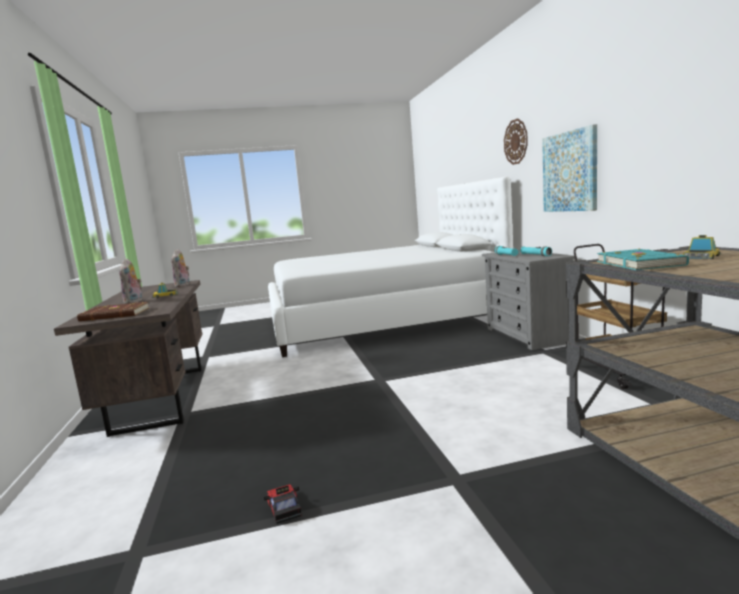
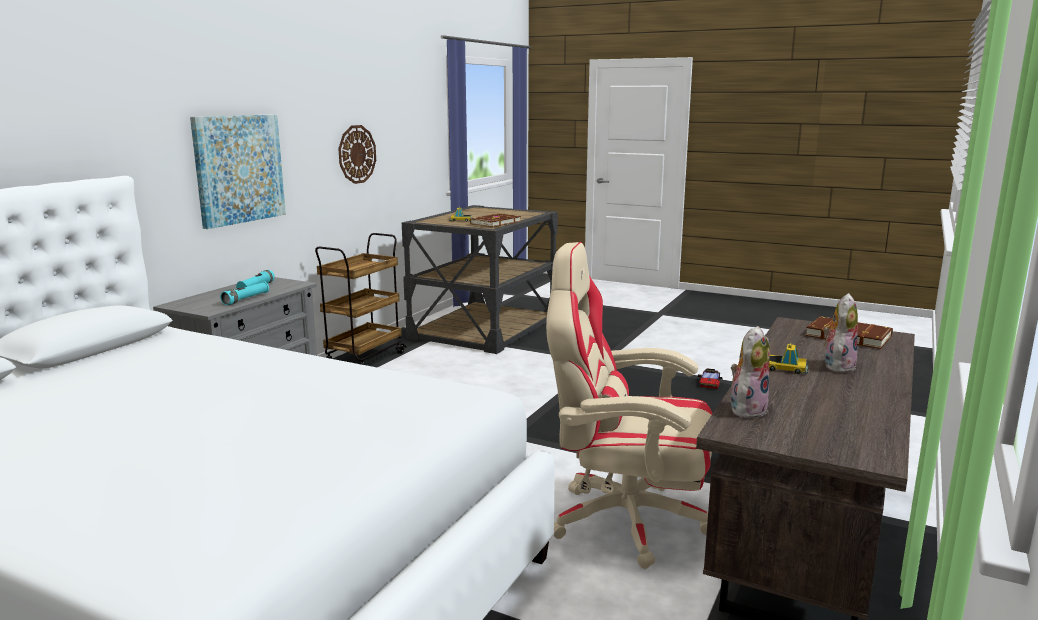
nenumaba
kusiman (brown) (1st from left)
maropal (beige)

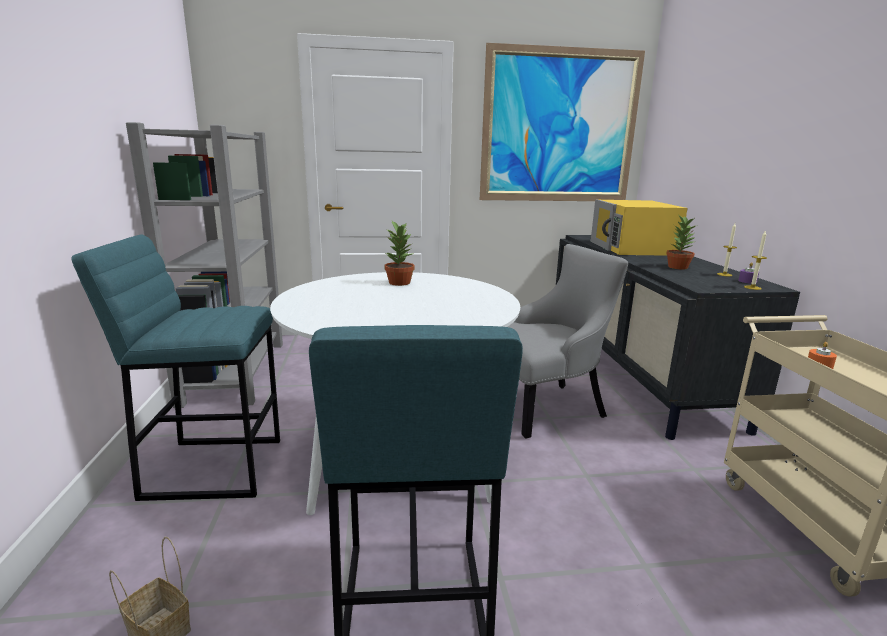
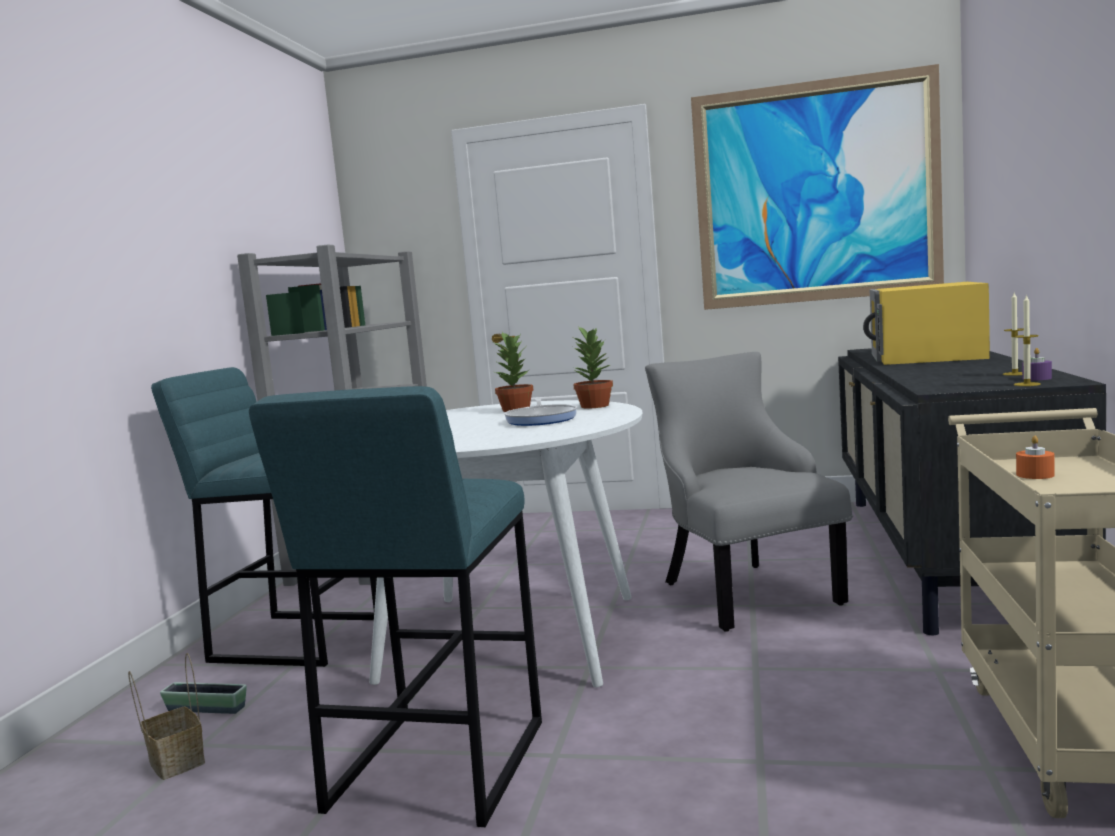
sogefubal (2nd from left)
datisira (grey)
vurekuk
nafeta

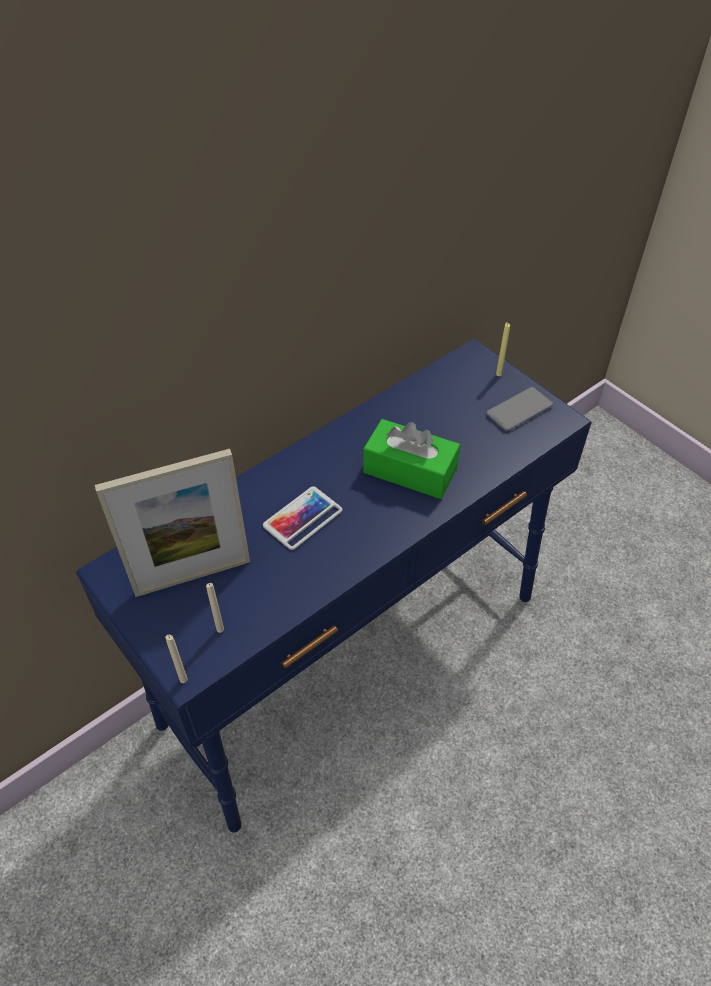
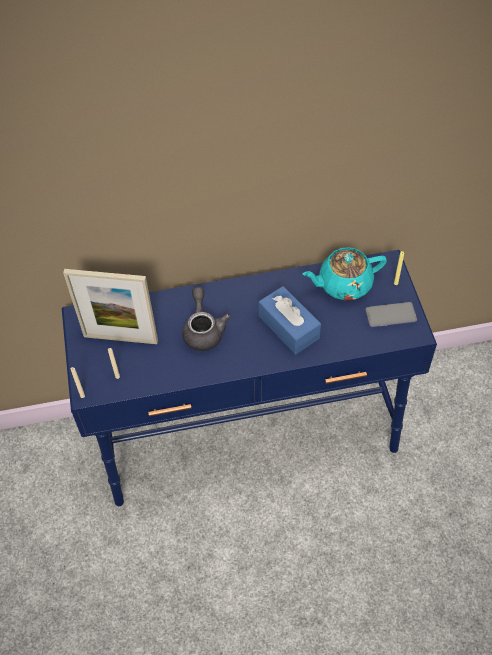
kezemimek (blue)
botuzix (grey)
botuzix (turquoise)

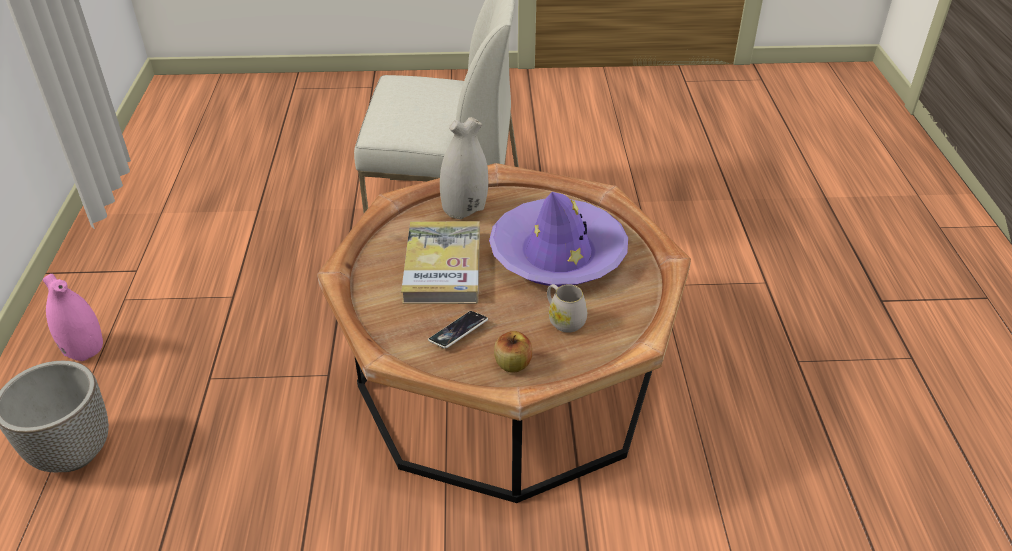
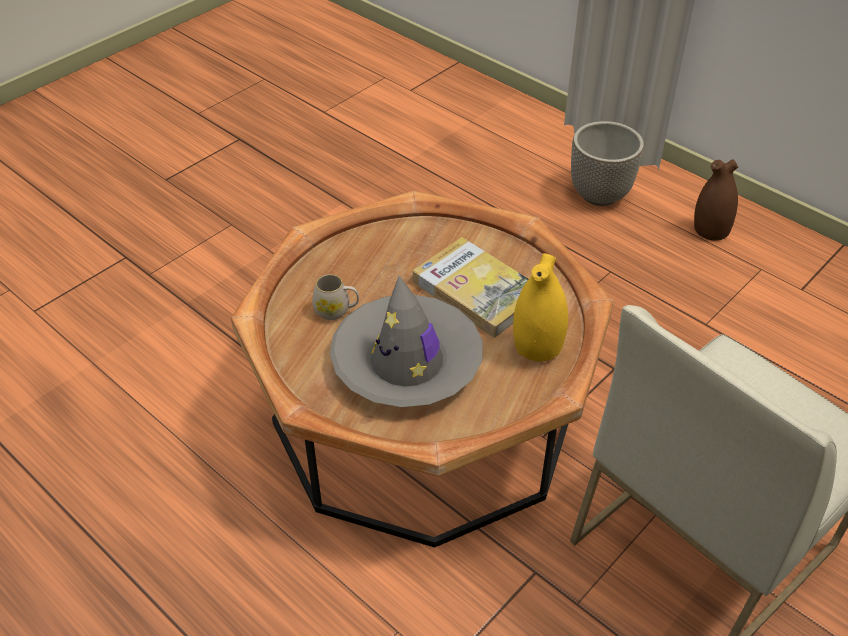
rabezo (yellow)
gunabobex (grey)
rabezo (brown)
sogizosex
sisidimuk

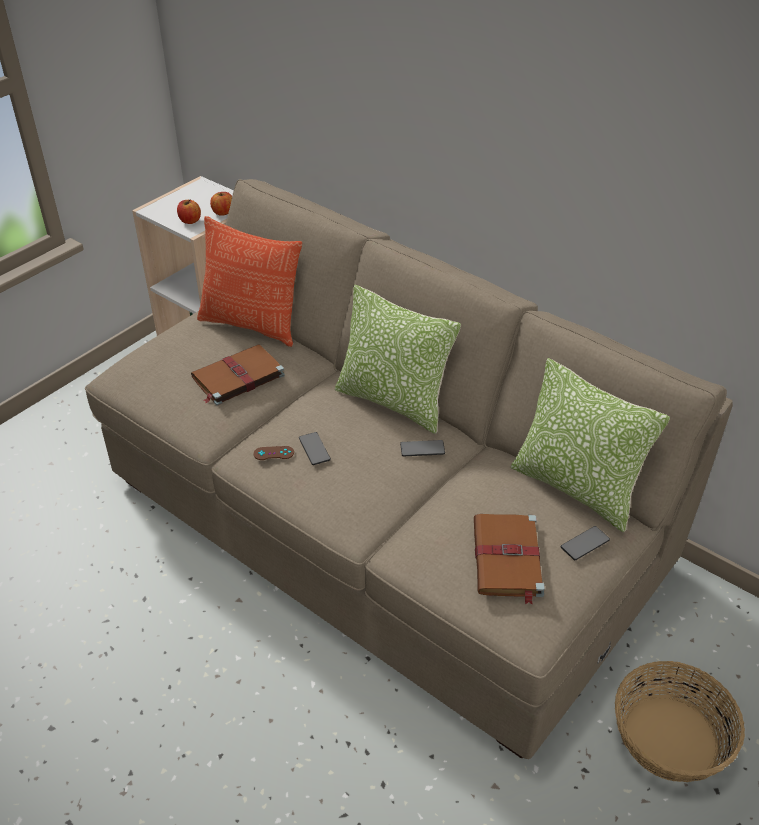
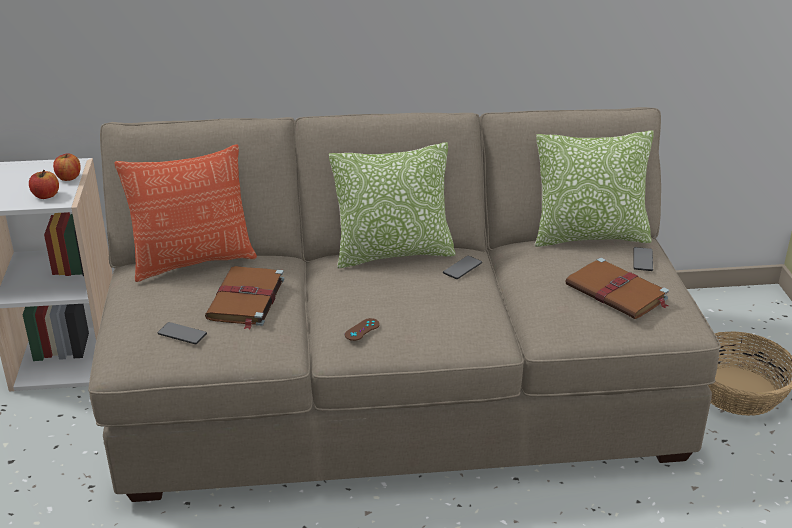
sogizosex (1st from left)

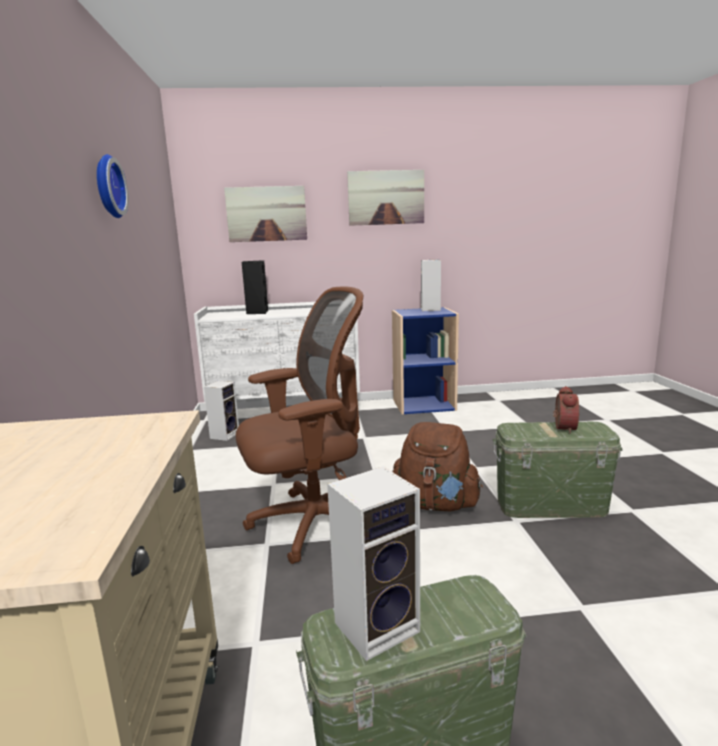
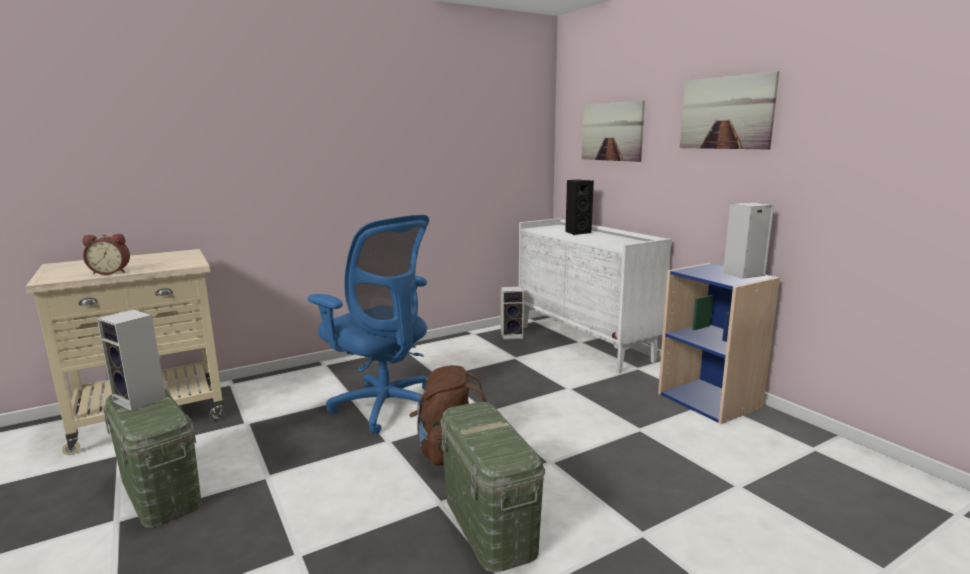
nenumaba
maropal (blue)
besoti

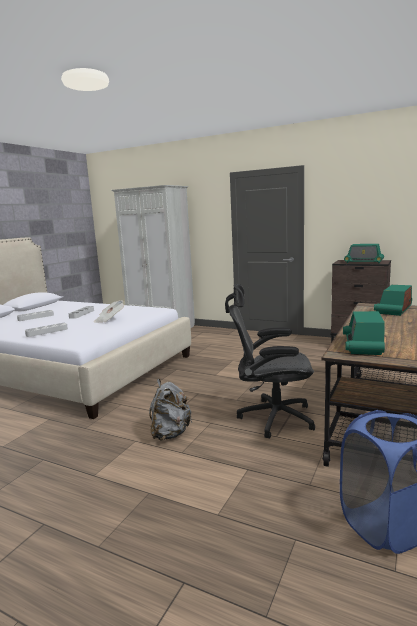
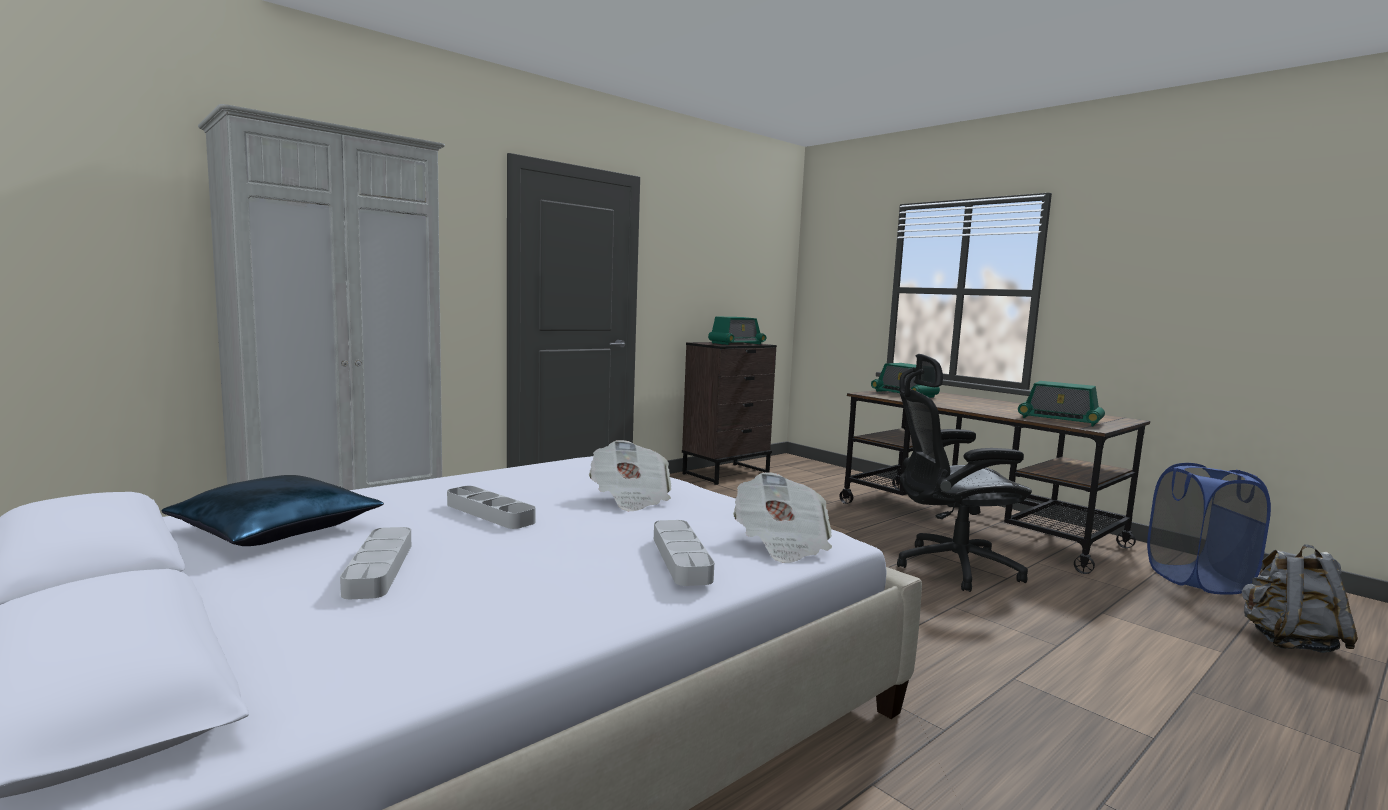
maropal
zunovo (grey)
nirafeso (2nd from left)
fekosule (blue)

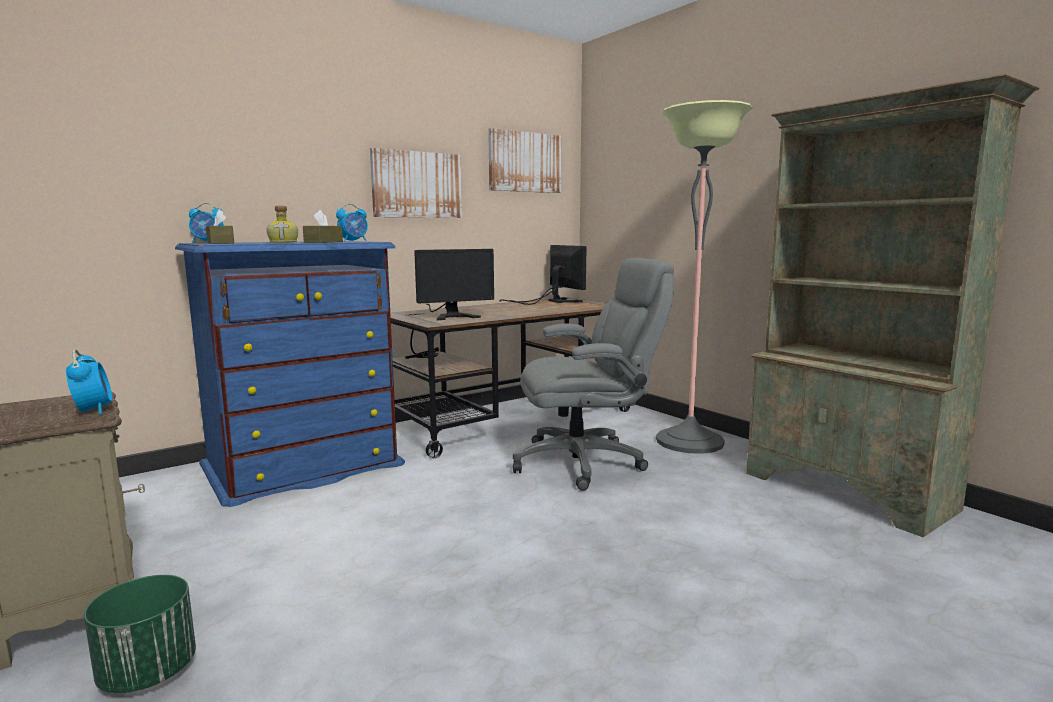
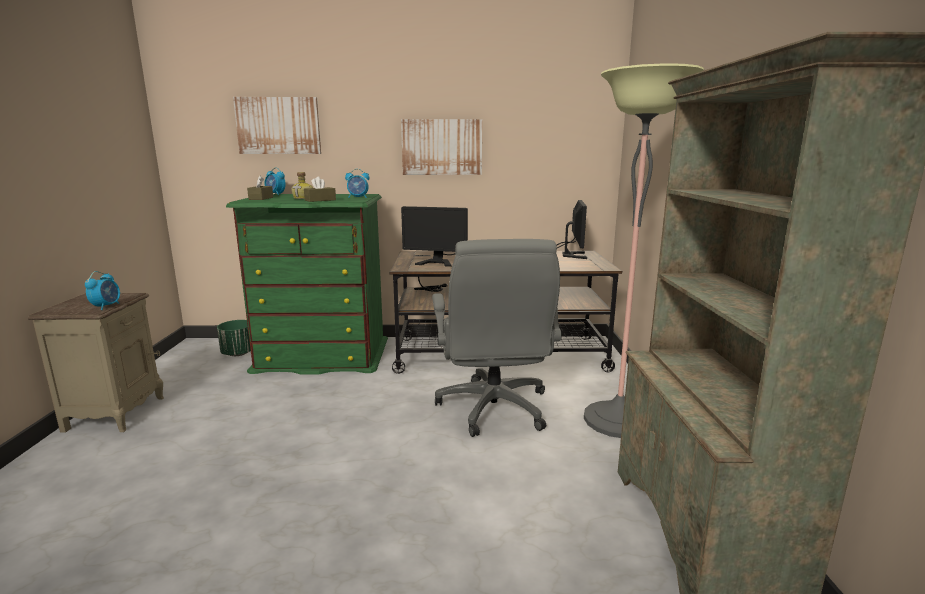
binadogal (1st from left)
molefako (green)
maropal (grey)
nafeta (green)

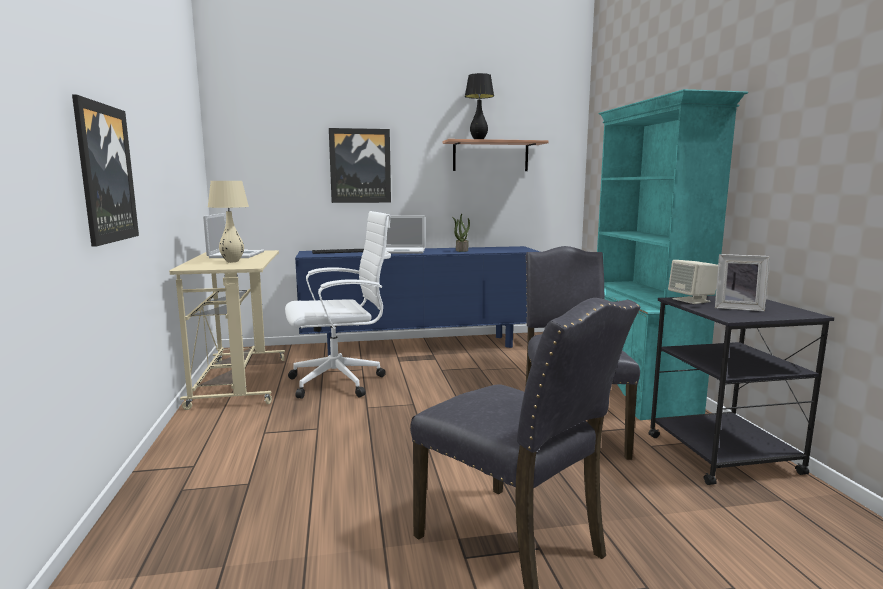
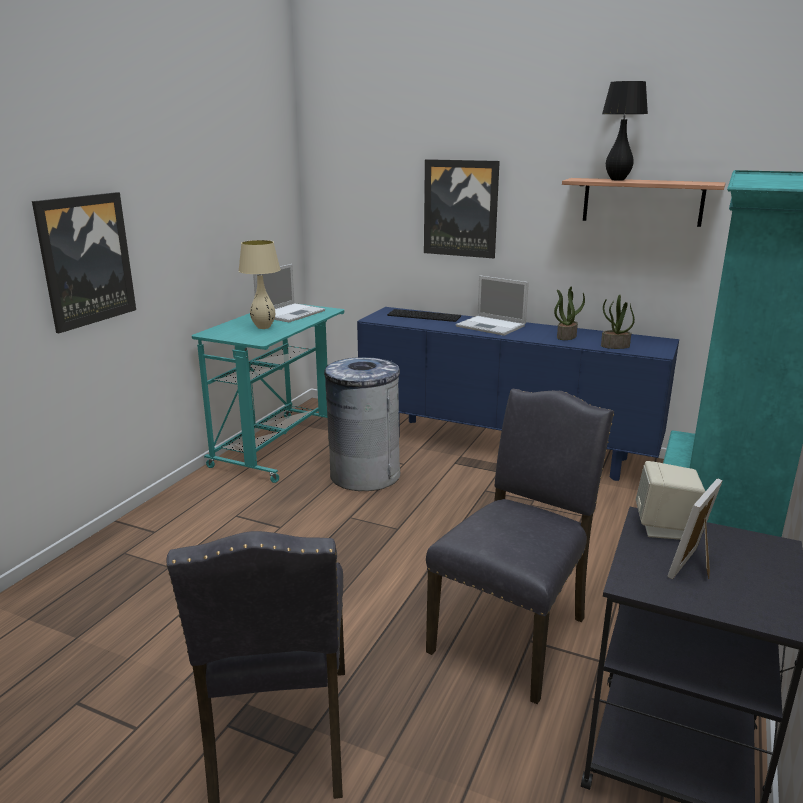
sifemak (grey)
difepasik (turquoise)
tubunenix
sogefubal (2nd from left)

